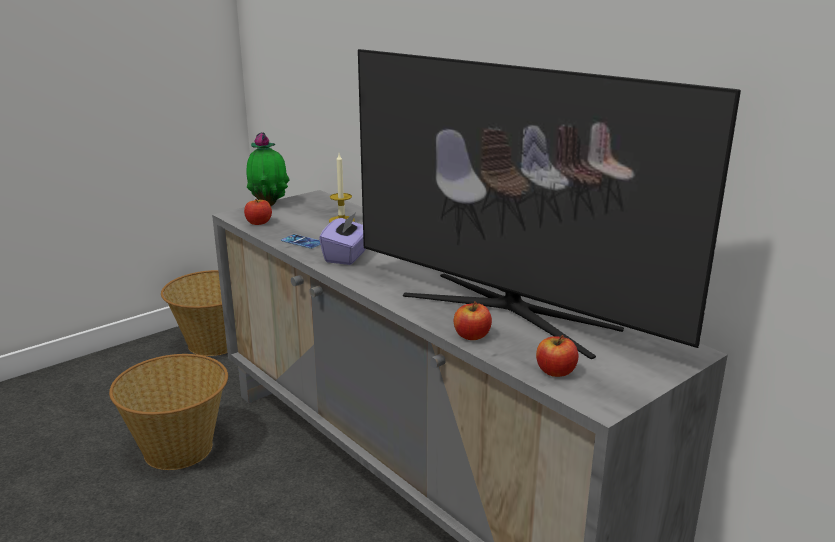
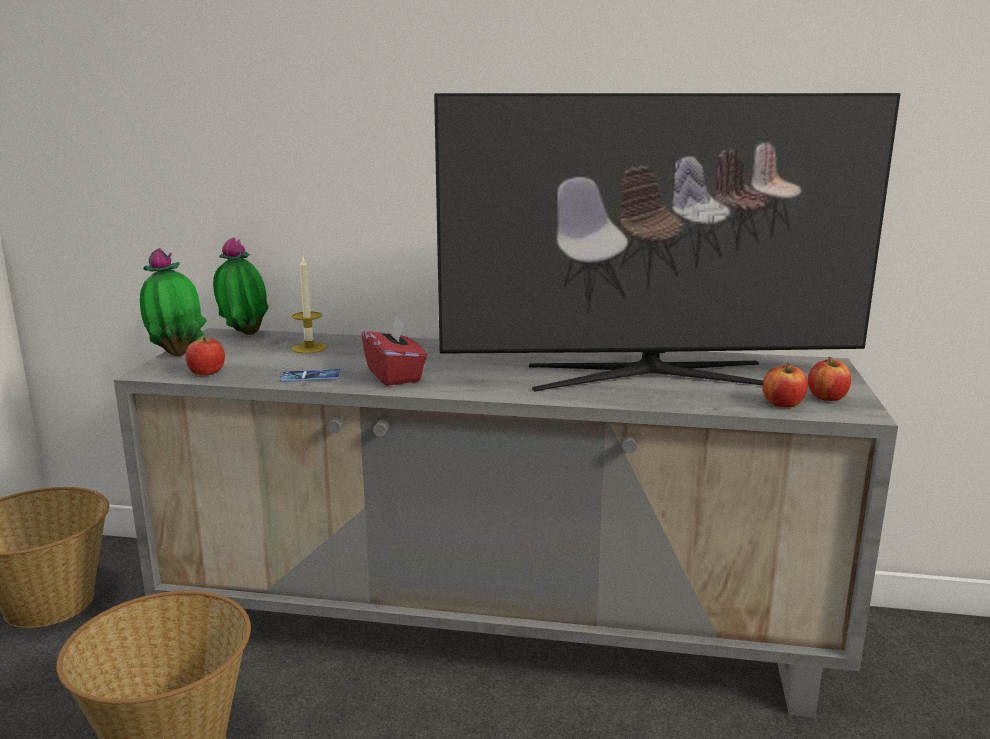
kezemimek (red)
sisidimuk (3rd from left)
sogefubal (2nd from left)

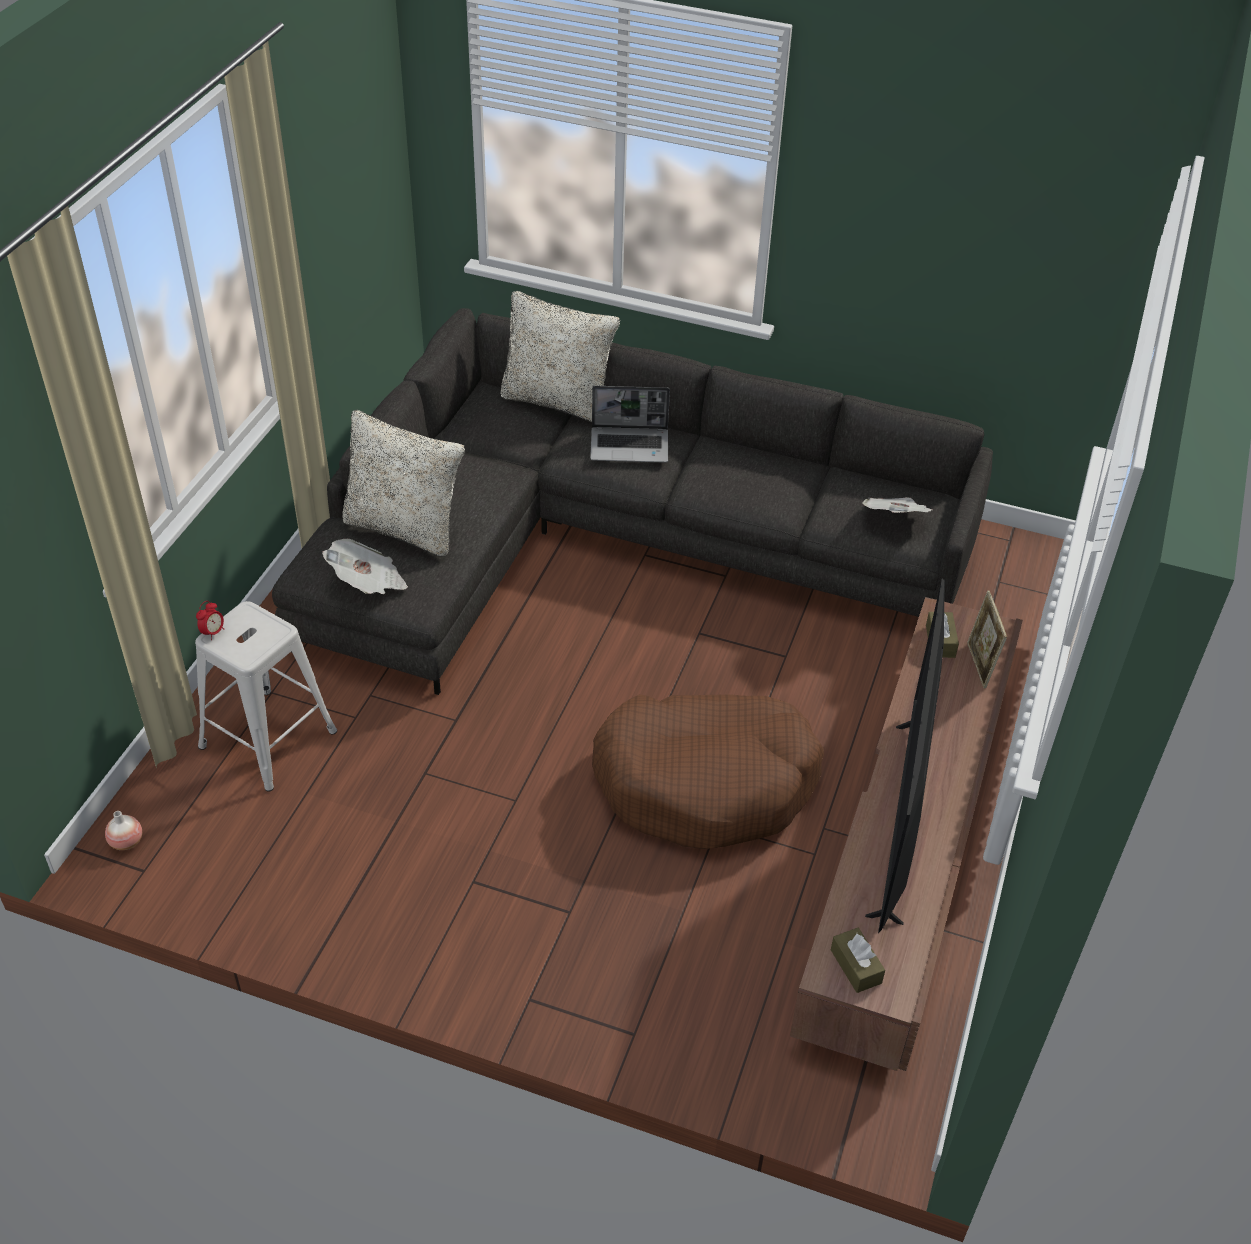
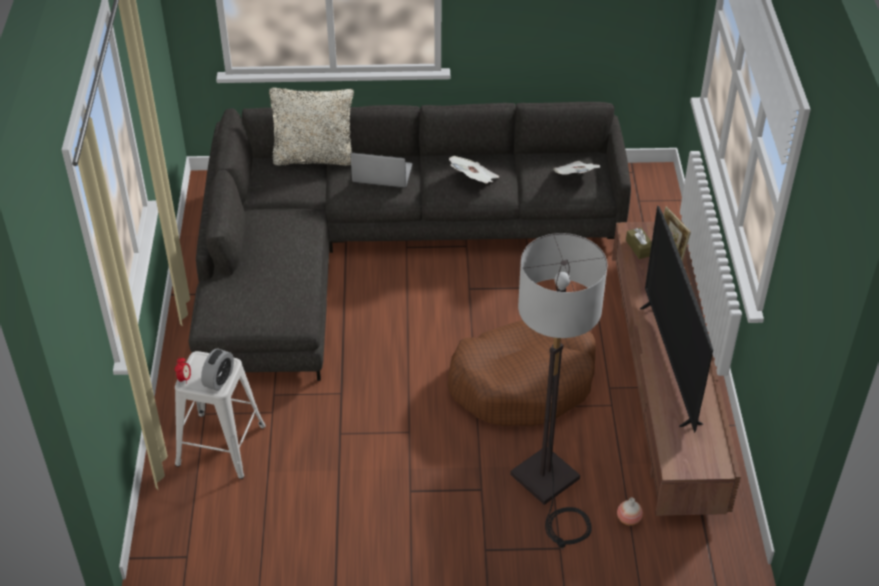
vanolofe
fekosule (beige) (1st from left in the first image)
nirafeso (1st from left)
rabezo
kezemimek (brown) (1st from left in the first image)
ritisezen
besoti (2nd from left)

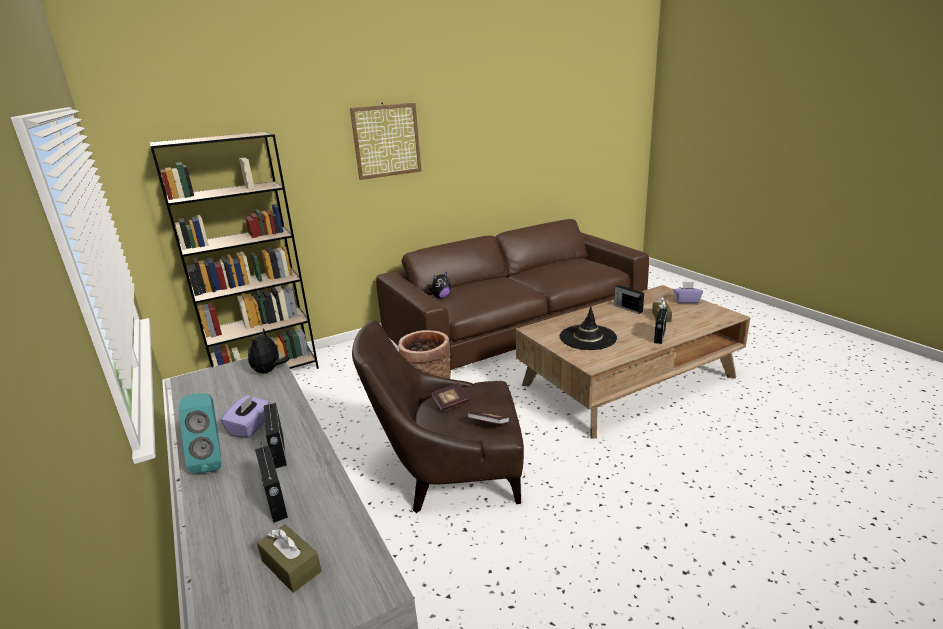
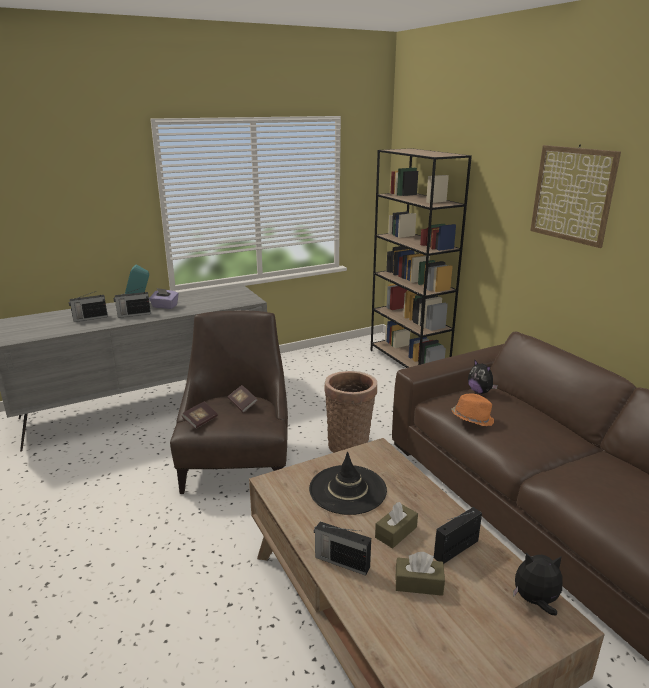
kezemimek (purple) (2nd from left in the first image)
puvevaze (2nd from left)
kezemimek (brown) (1st from left)
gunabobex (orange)

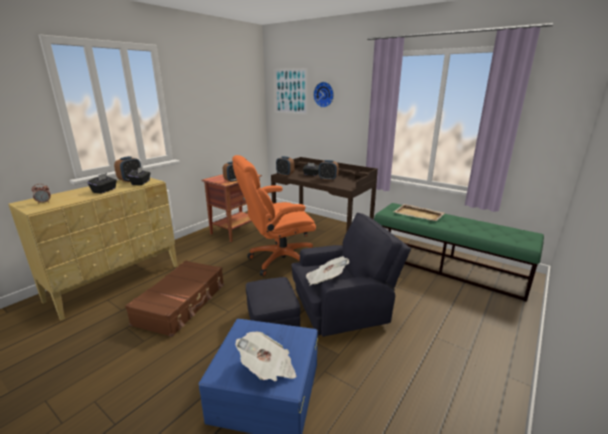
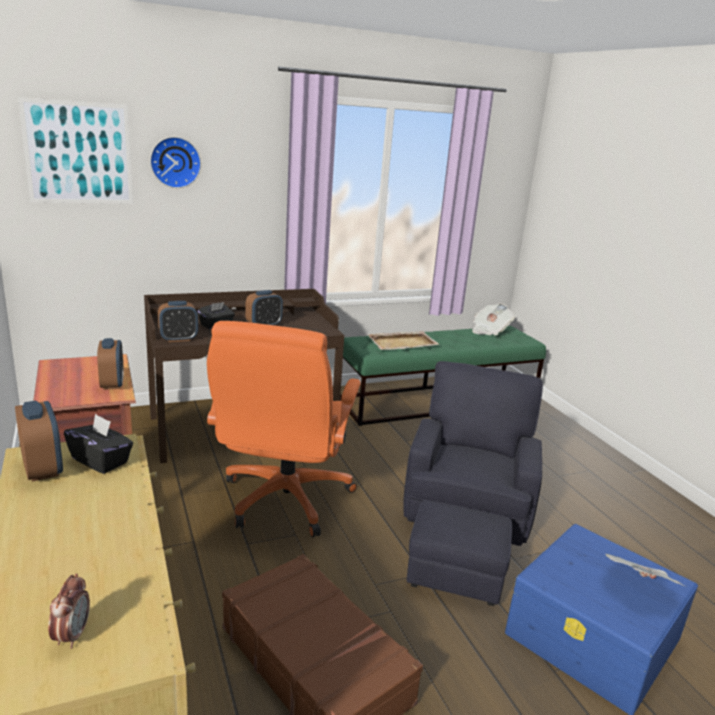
kezemimek (black) (1st from left in the first image)
nirafeso (1st from left)

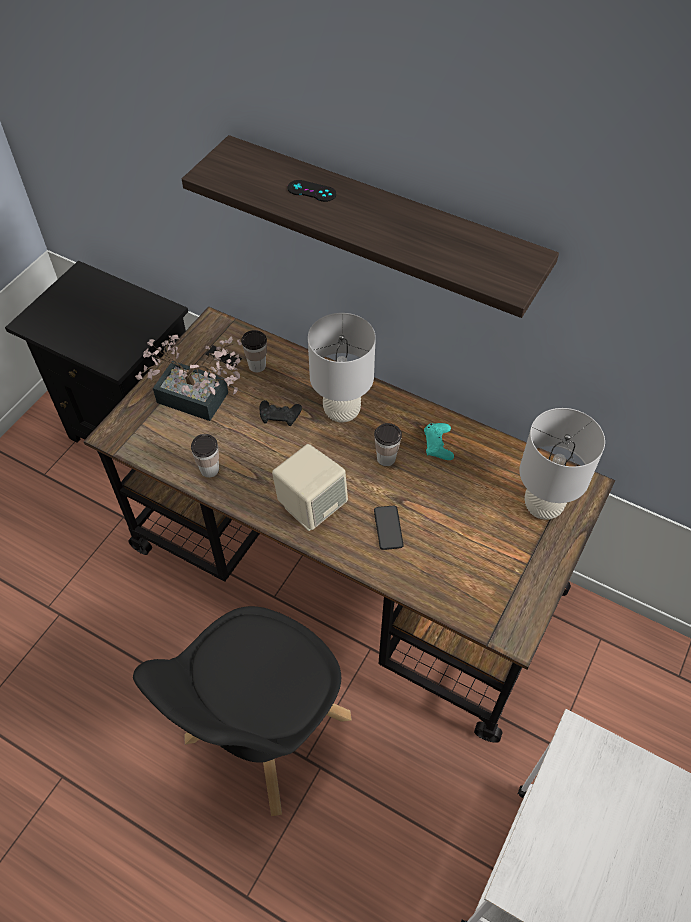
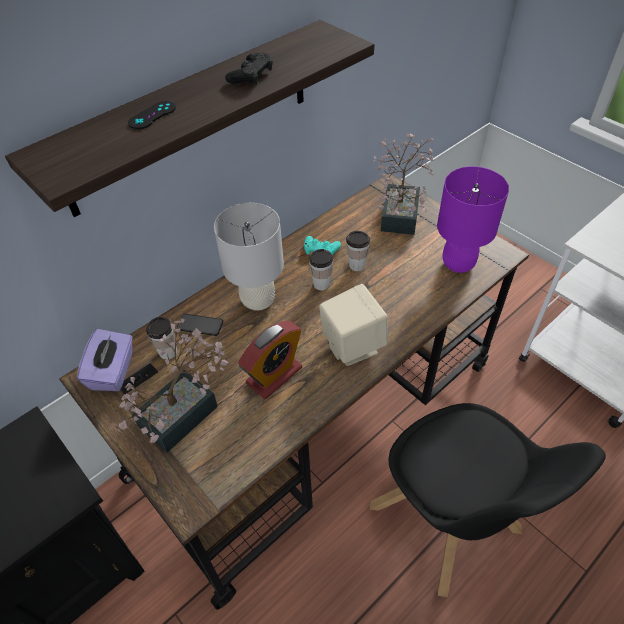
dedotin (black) (2nd from left)
sogefubal (2nd from left)
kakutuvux (3rd from left)
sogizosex
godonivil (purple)
besoti
kezemimek (purple)

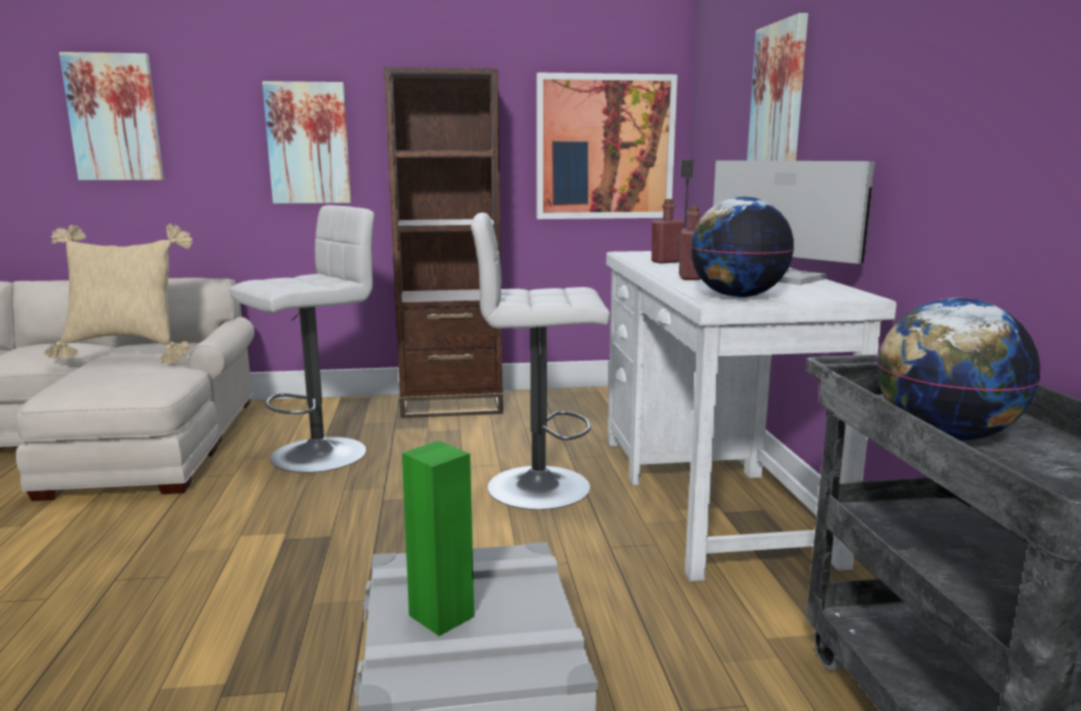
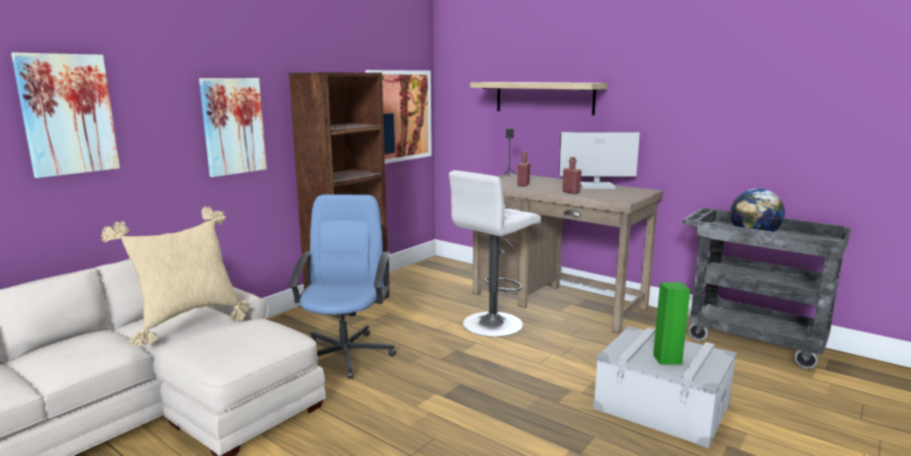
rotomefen
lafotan (1st from left in the first image)
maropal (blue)
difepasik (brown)

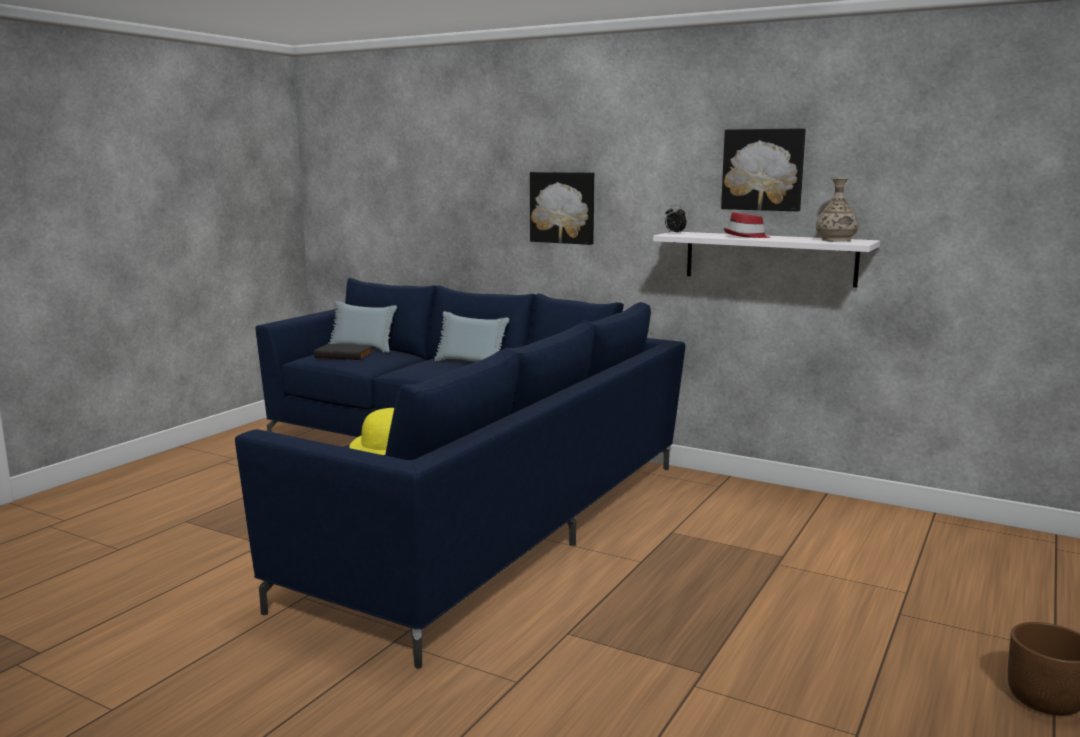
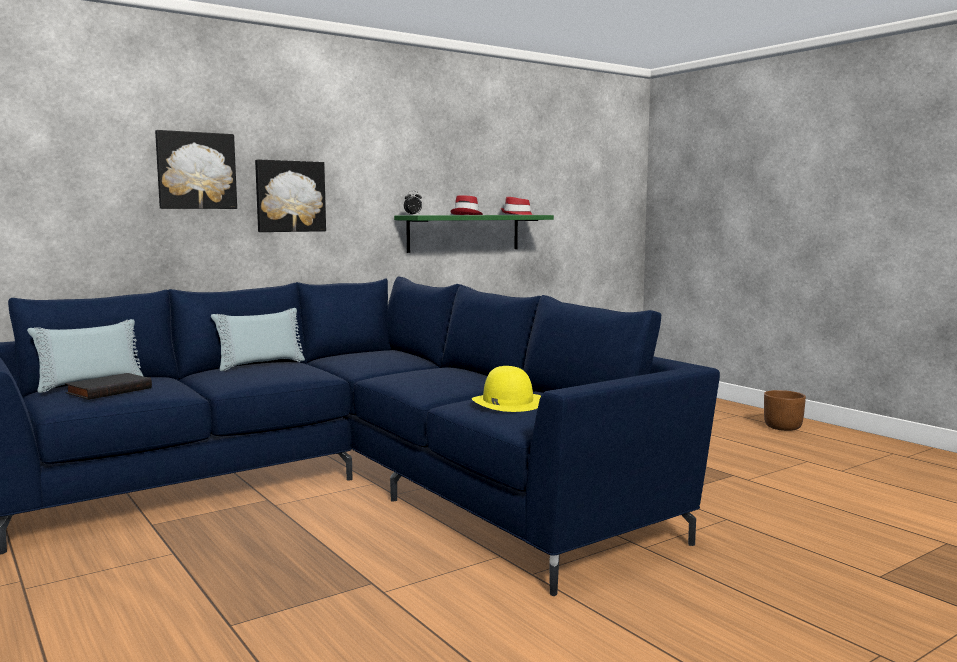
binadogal (1st from left)
gunabobex (red) (2nd from left)
rotomefen (green)

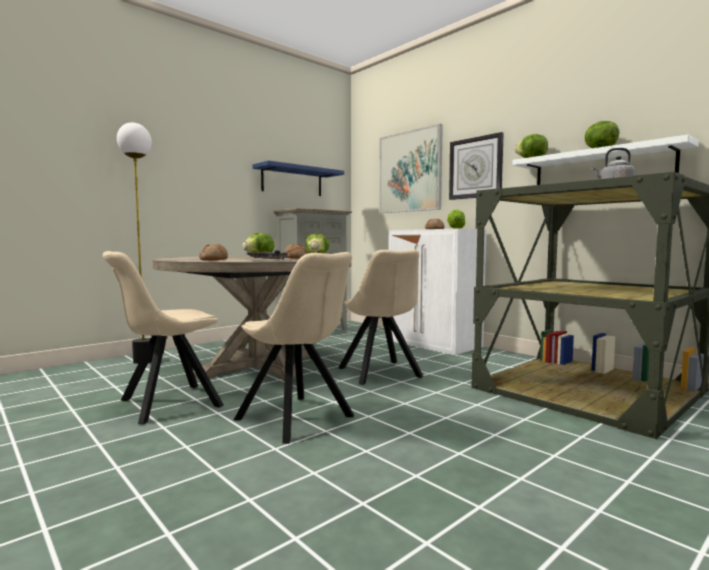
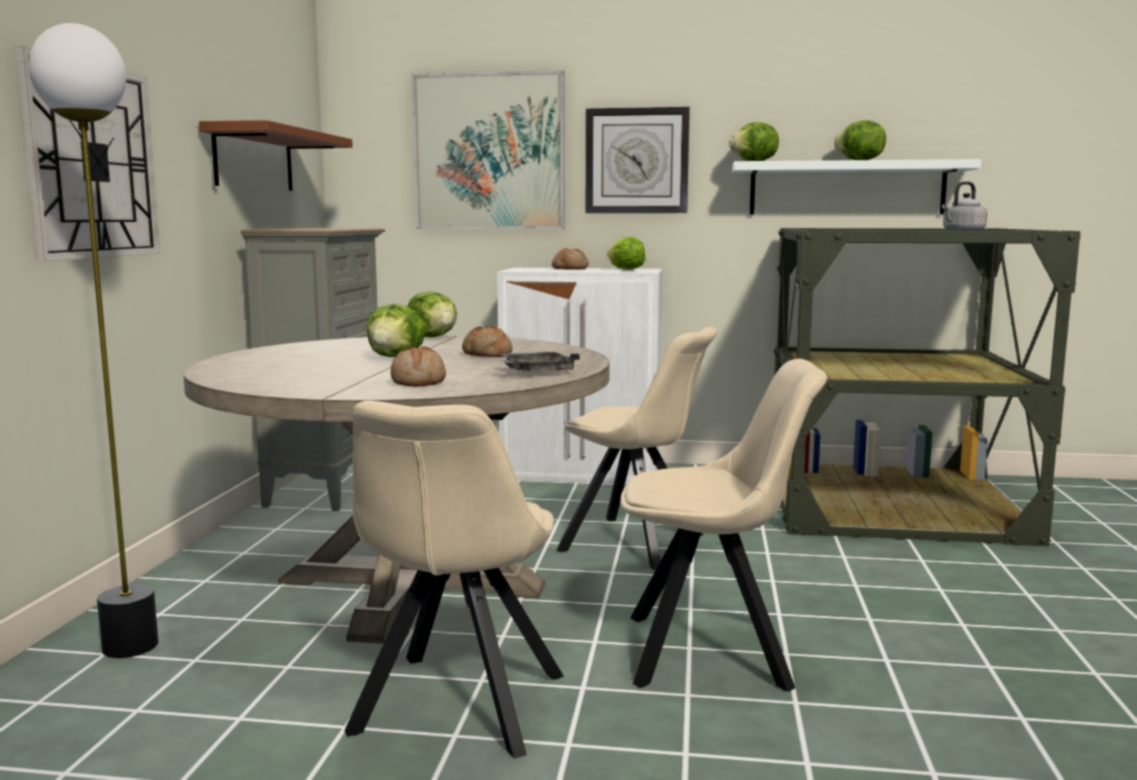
rotomefen (brown)
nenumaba (1st from left)

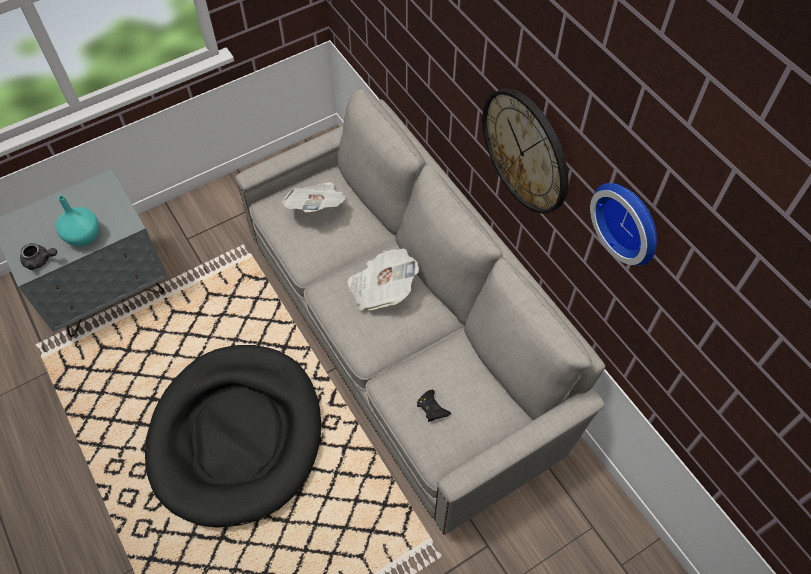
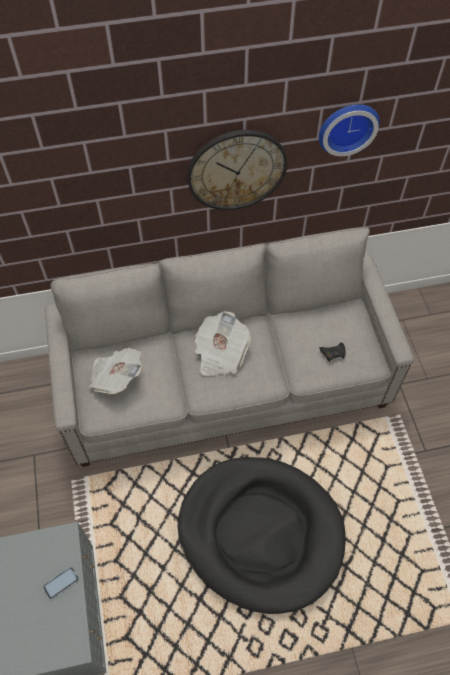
sogizosex
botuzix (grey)

